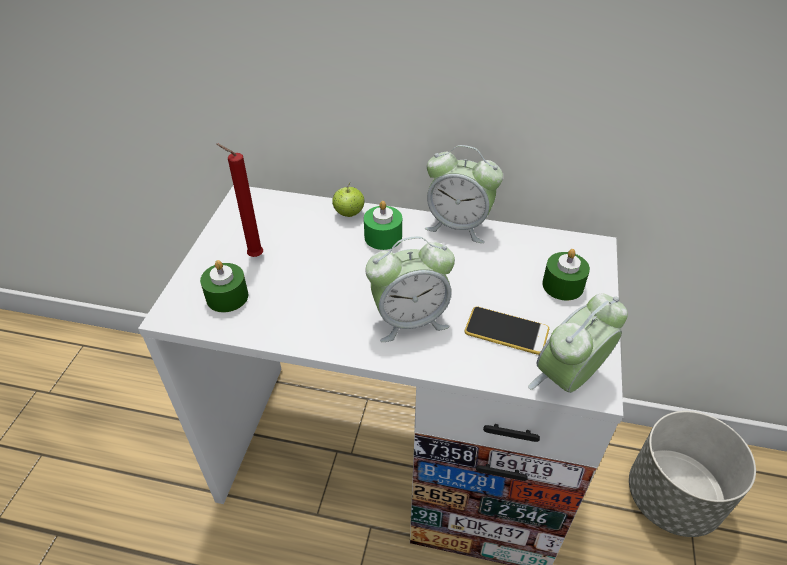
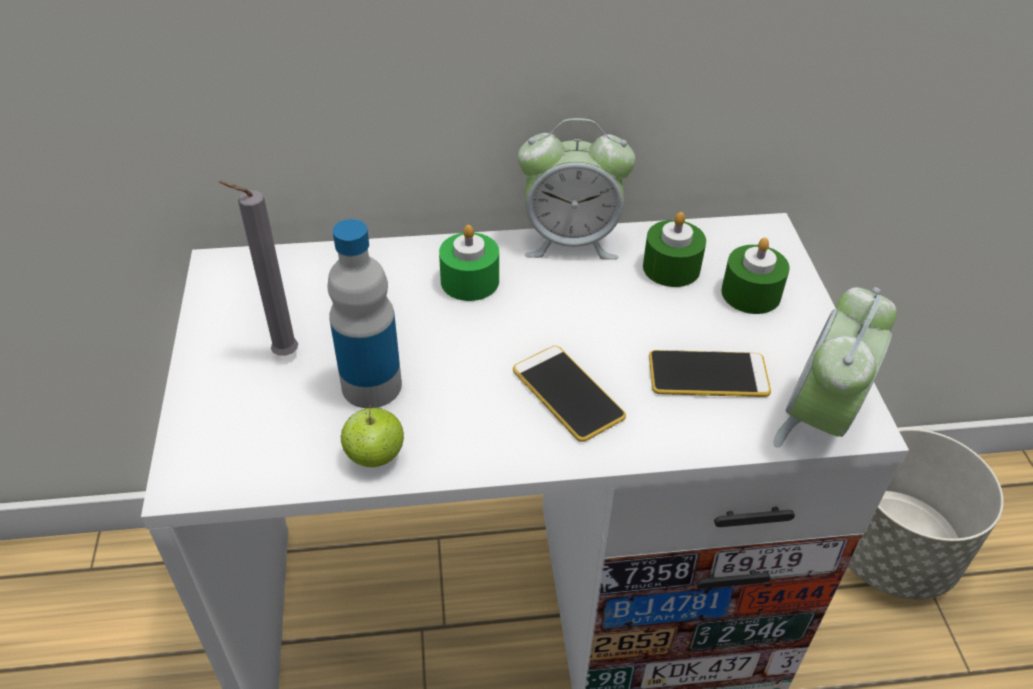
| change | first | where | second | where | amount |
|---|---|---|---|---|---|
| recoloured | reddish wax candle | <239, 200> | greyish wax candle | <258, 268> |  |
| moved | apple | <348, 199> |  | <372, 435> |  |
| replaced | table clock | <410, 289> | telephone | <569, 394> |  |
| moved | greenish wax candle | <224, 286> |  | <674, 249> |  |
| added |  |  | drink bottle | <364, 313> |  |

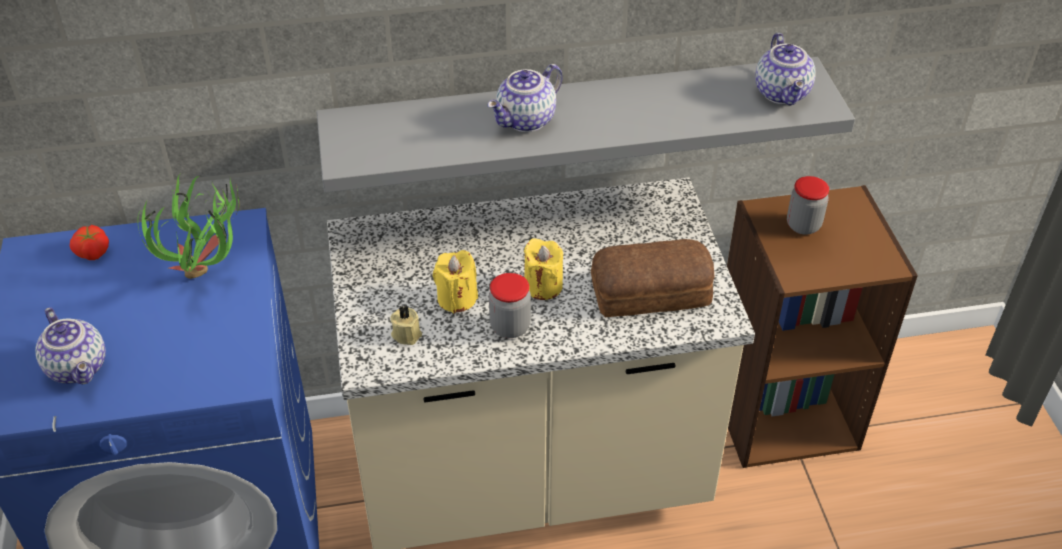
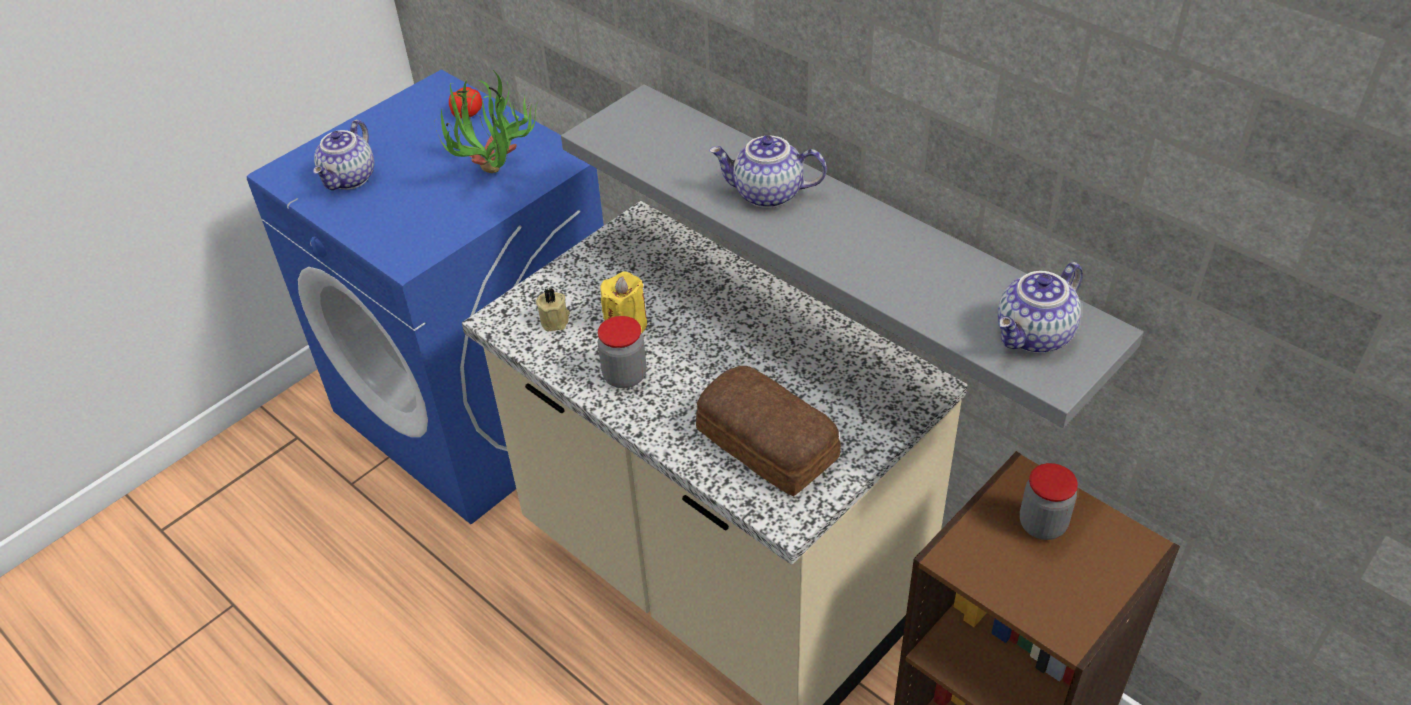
| change | first | where | second | where | amount |
|---|---|---|---|---|---|
| removed | yellow-coloured wax candle | <543, 269> |  |  |  |

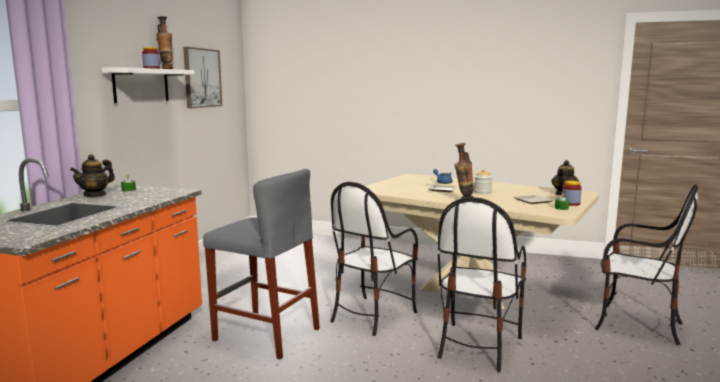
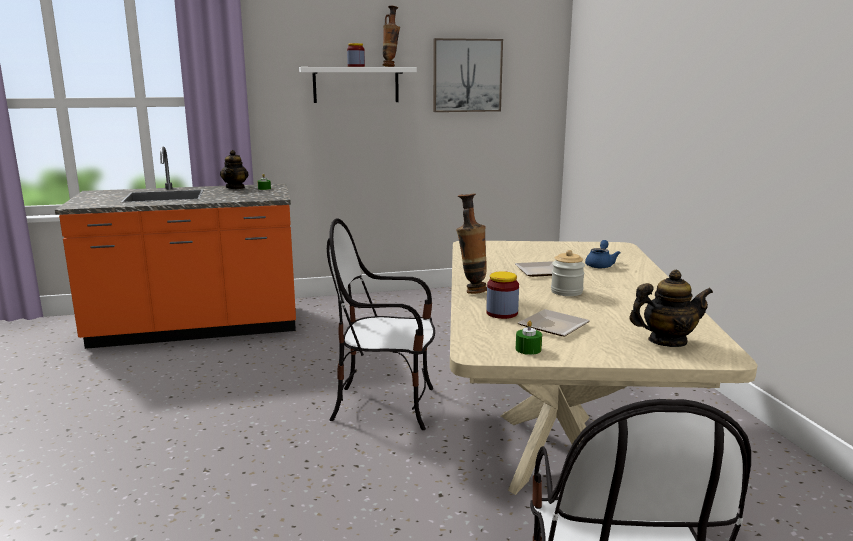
| change | first | where | second | where | amount |
|---|---|---|---|---|---|
| turned | teapot | <92, 175> |  | <234, 169> | 90 degrees counterclockwise |
| removed | greyish stool seat | <261, 264> |  |  |  |
| moved | preserve jar | <572, 193> |  | <502, 295> |  |
| removed | upright chair | <481, 284> |  |  |  |

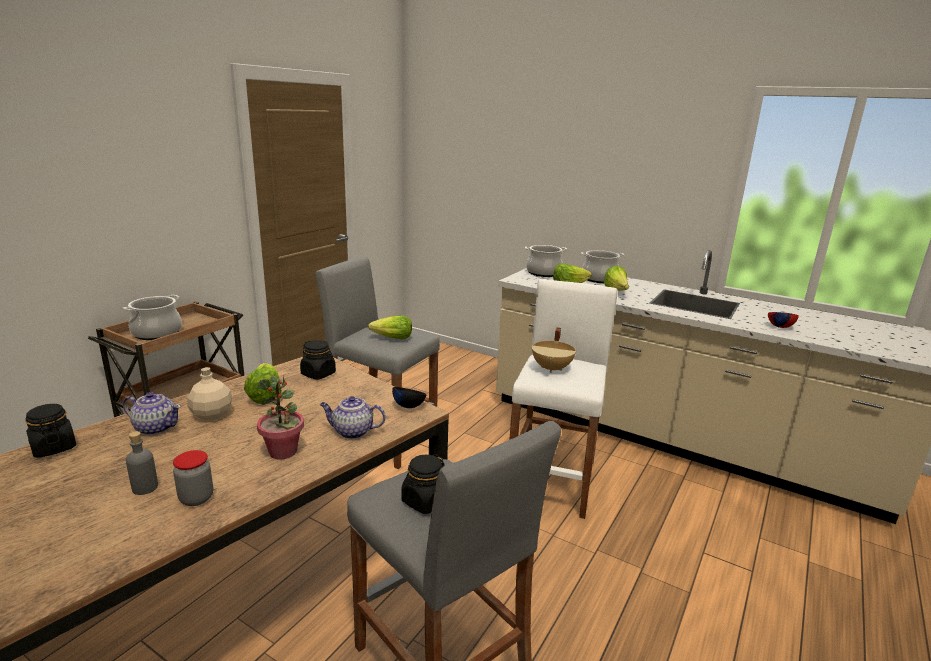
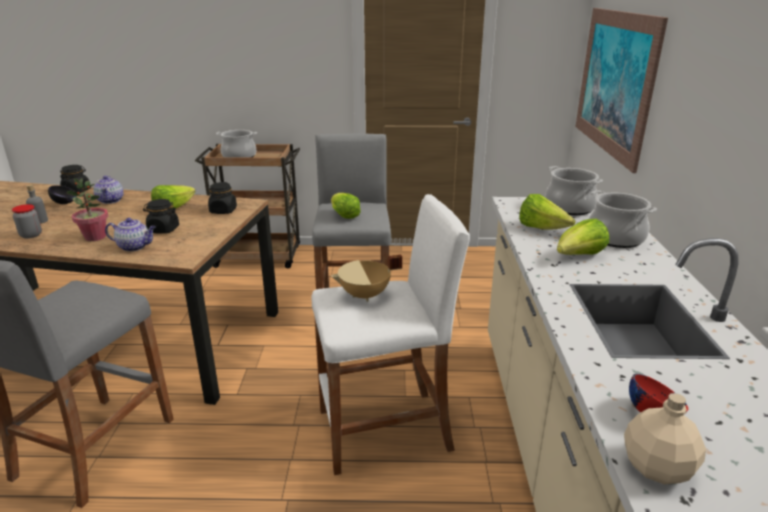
| change | first | where | second | where | amount |
|---|---|---|---|---|---|
| moved | beige-coloured drink bottle | <209, 394> |  | <665, 439> |  |
| moved | black deep dish | <409, 397> |  | <62, 194> |  |
| turned | teapot | <353, 417> |  | <130, 235> | 120 degrees clockwise |
| moved | black preserve jar | <423, 484> |  | <161, 216> |  |
| added |  |  | picture | <621, 90> |  |

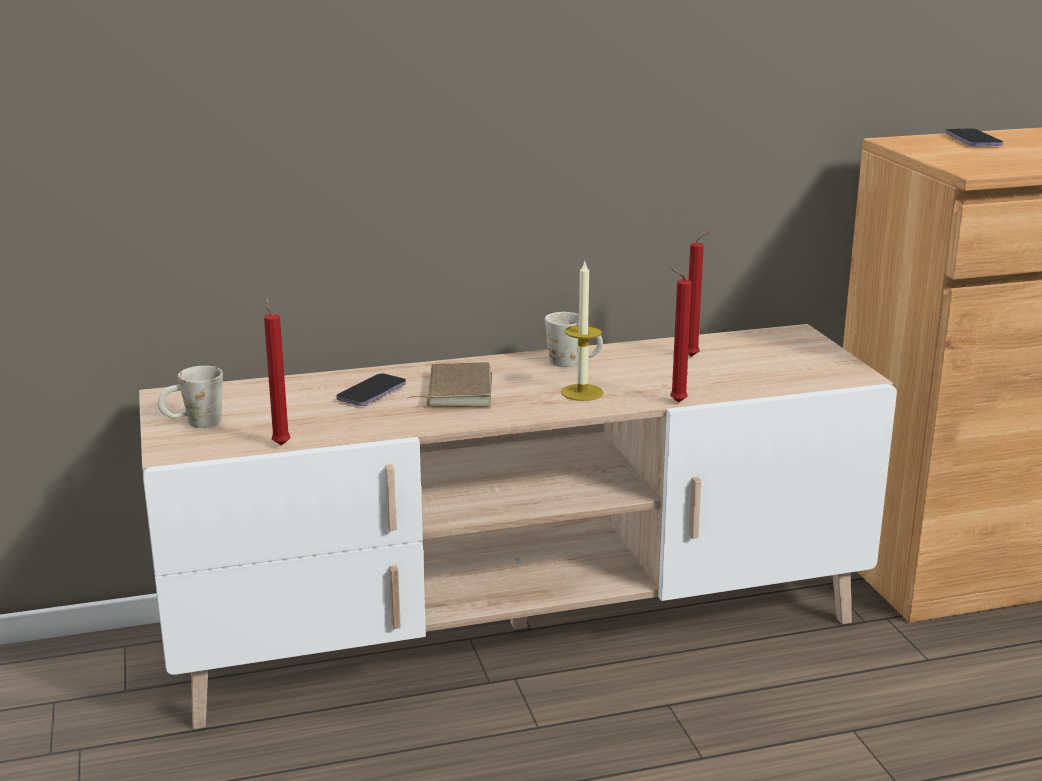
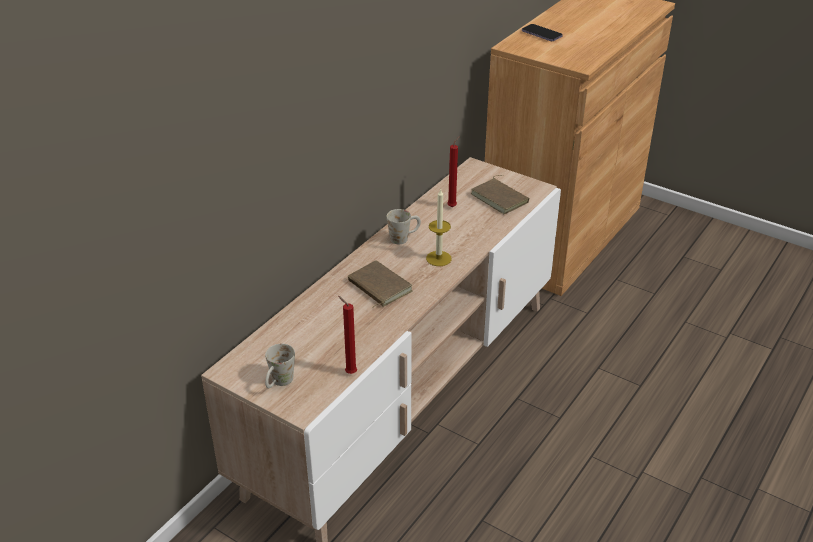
| change | first | where | second | where | amount |
|---|---|---|---|---|---|
| removed | reddish wax candle | <681, 335> |  |  |  |
| removed | telephone | <371, 389> |  |  |  |
| added |  |  | brown-coloured volume | <500, 194> |  |

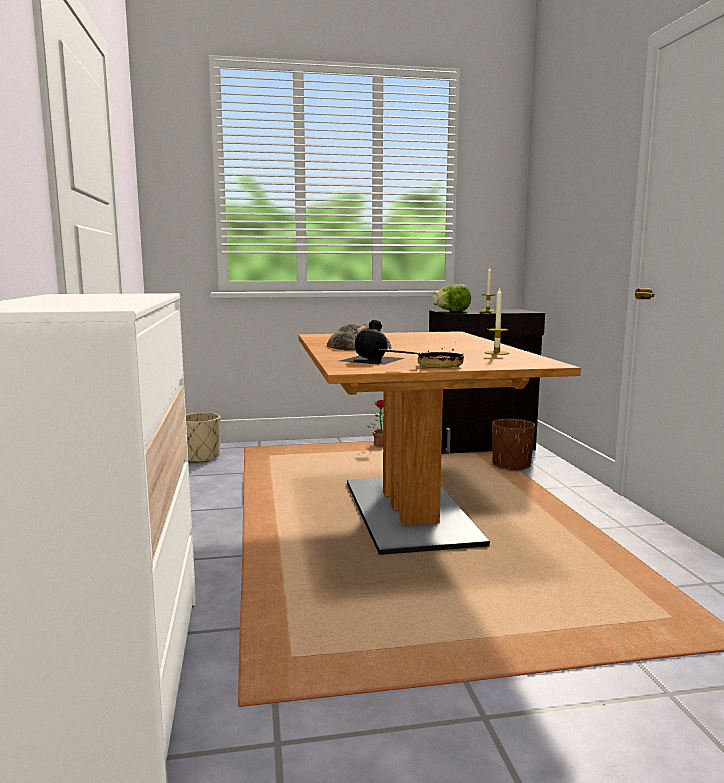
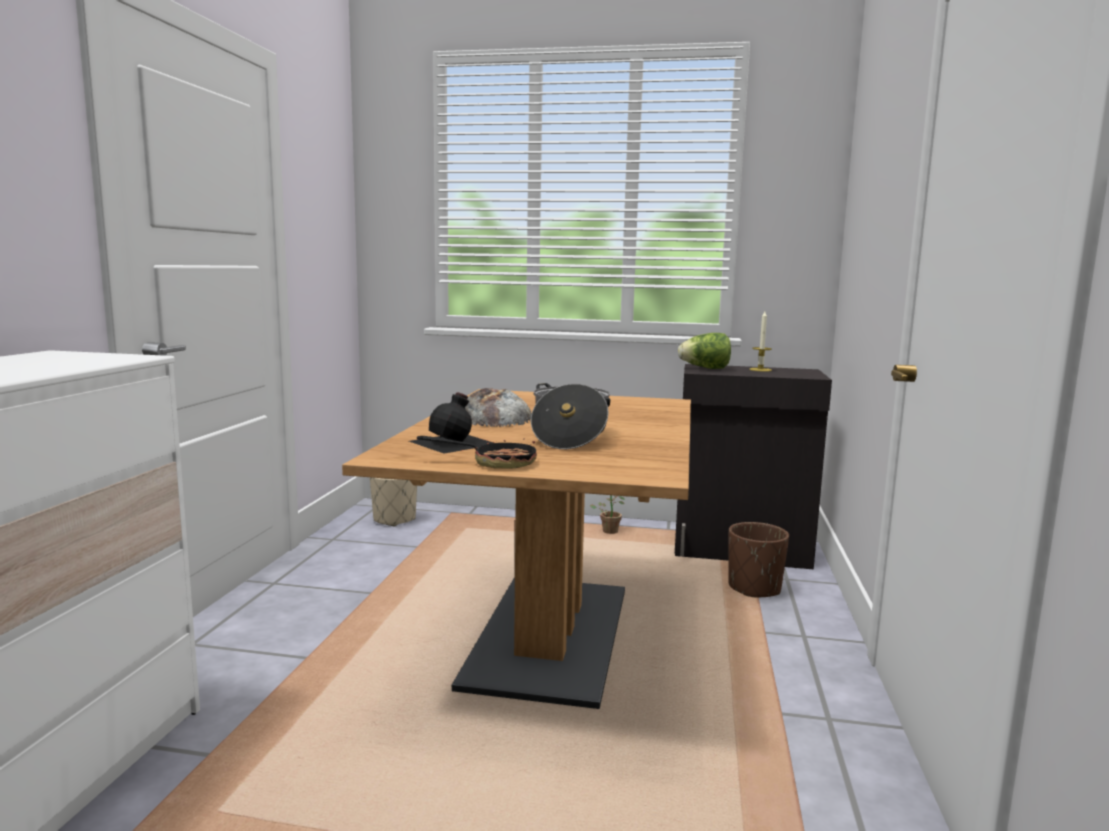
| change | first | where | second | where | amount |
|---|---|---|---|---|---|
| removed | wax candle | <497, 321> |  |  |  |
| added |  |  | stockpot | <570, 416> |  |

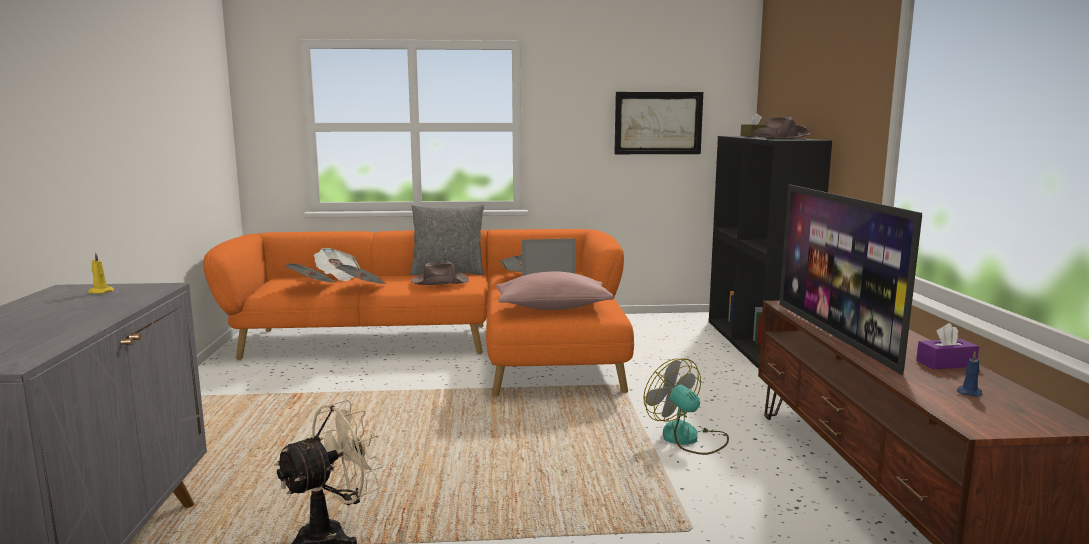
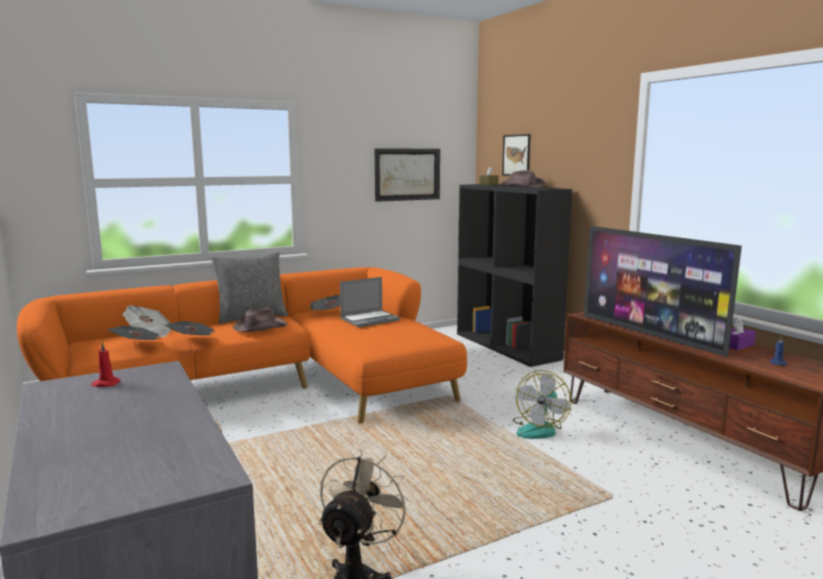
| change | first | where | second | where | amount |
|---|---|---|---|---|---|
| recoloured | yellow-coloured wax candle | <101, 273> | reddish wax candle | <106, 364> |  |
| removed | pink-coloured throw pillow | <555, 290> |  |  |  |
| turned | cooling fan | <686, 407> |  | <542, 404> | 90 degrees counterclockwise |
| added |  |  | picture | <516, 155> |  |

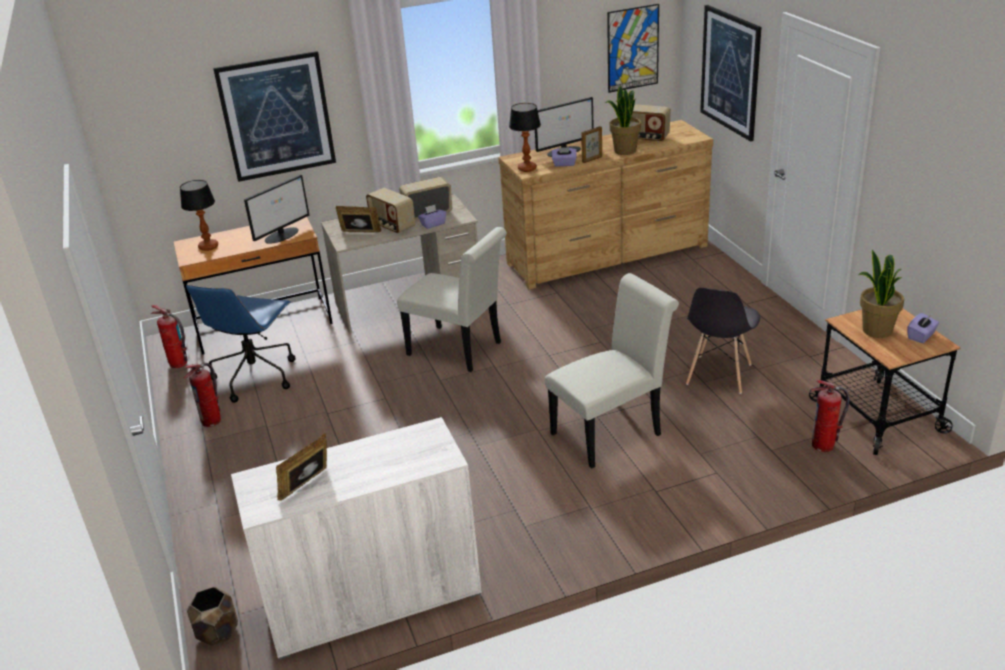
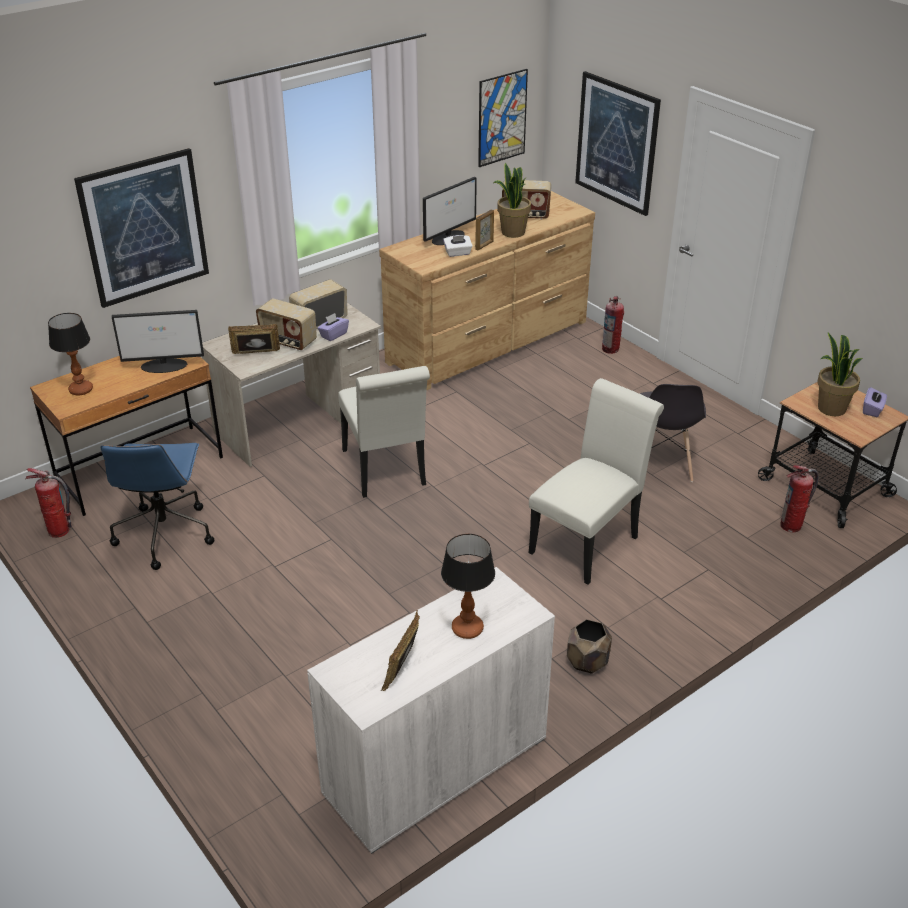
| change | first | where | second | where | amount |
|---|---|---|---|---|---|
| moved | tabletop lamp | <525, 137> |  | <468, 586> |  |
| recoloured | purple box of tissues | <564, 157> | whitish box of tissues | <458, 246> |  |
| turned | monitor | <276, 209> |  | <157, 341> | 60 degrees clockwise |
| turned | whitish upright chair | <452, 299> |  | <384, 432> | 60 degrees clockwise |
| moved | fire-fighting cylinder | <202, 395> |  | <613, 325> |  |
| moved | brown-coloured flower pot | <212, 616> |  | <589, 646> |  |

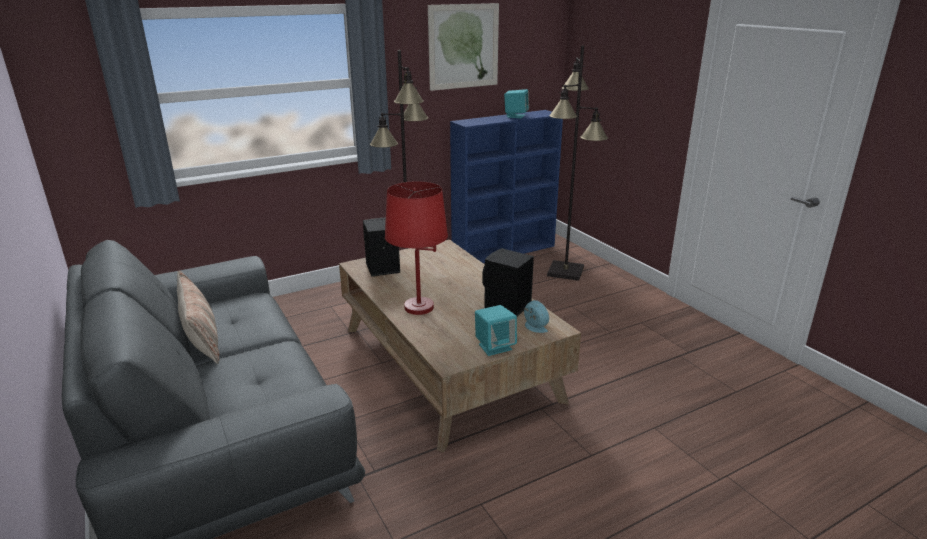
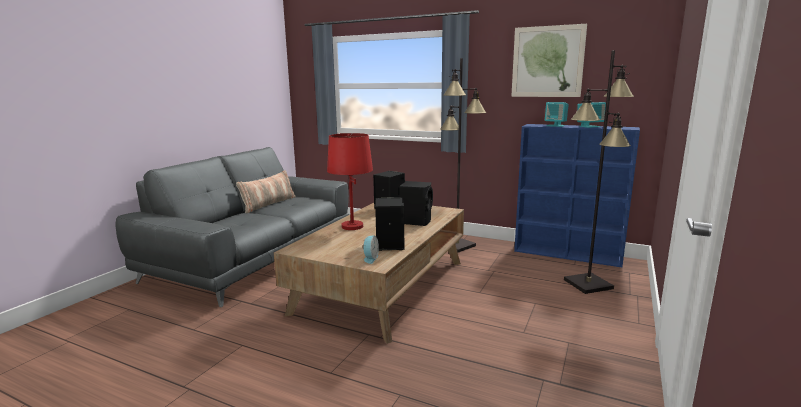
| change | first | where | second | where | amount |
|---|---|---|---|---|---|
| moved | turquoise speaker | <496, 330> |  | <557, 114> |  |
| added |  |  | black speaker | <416, 203> |  |

